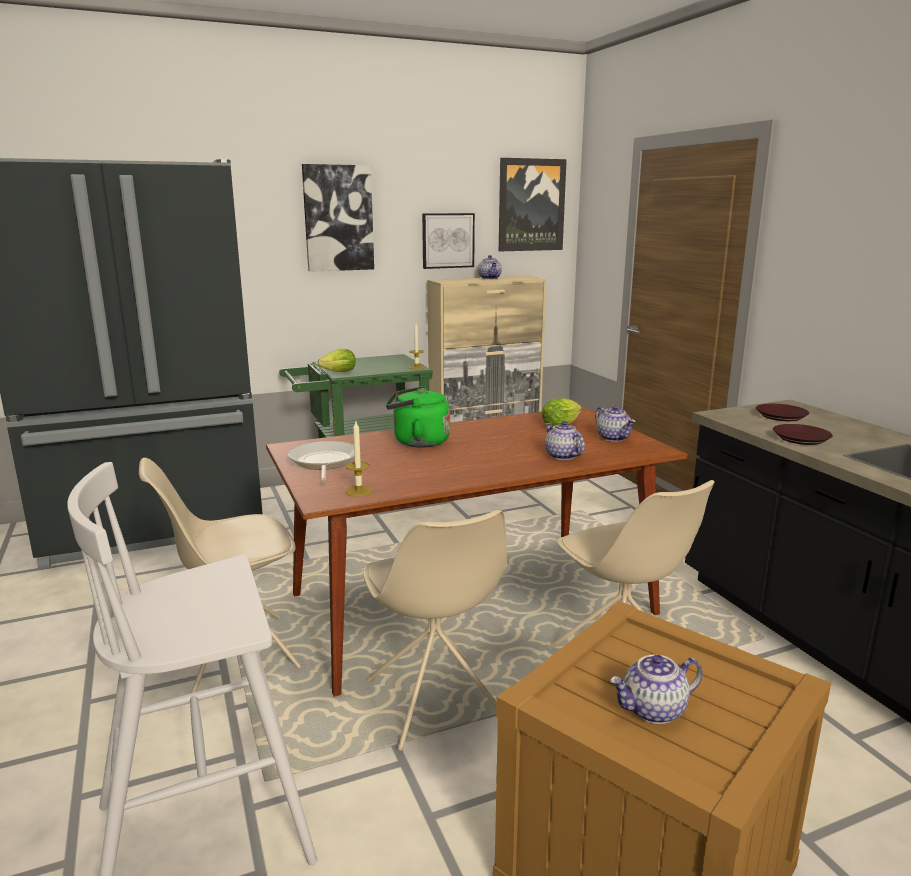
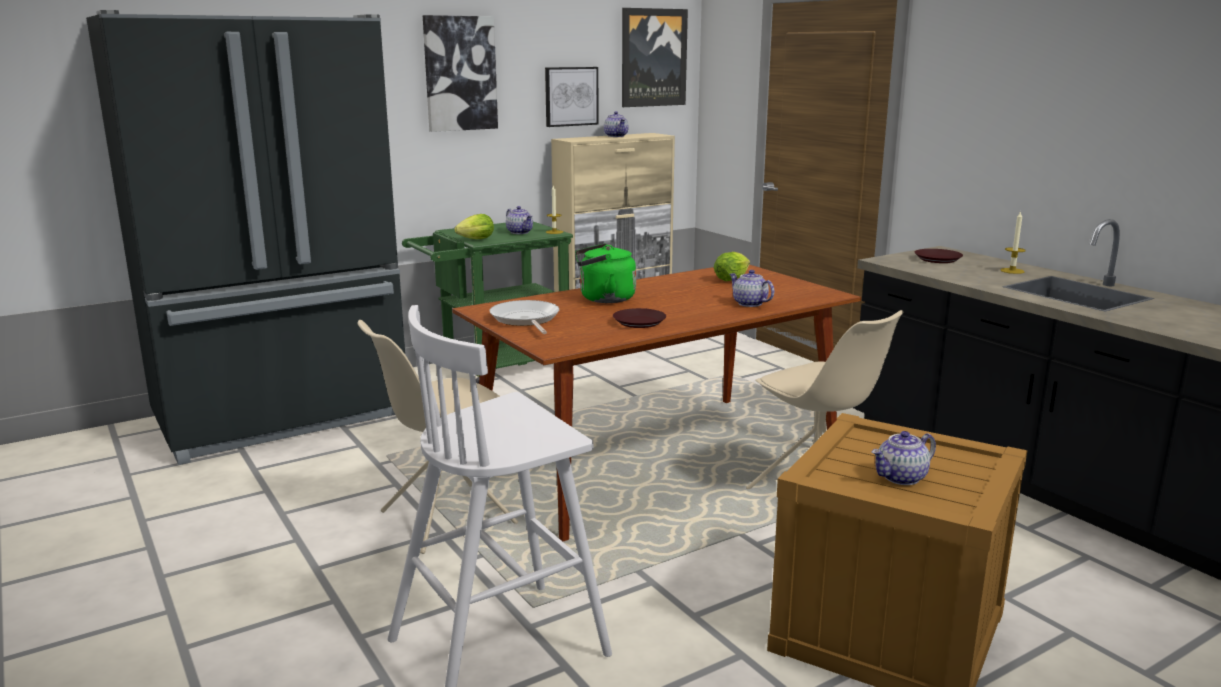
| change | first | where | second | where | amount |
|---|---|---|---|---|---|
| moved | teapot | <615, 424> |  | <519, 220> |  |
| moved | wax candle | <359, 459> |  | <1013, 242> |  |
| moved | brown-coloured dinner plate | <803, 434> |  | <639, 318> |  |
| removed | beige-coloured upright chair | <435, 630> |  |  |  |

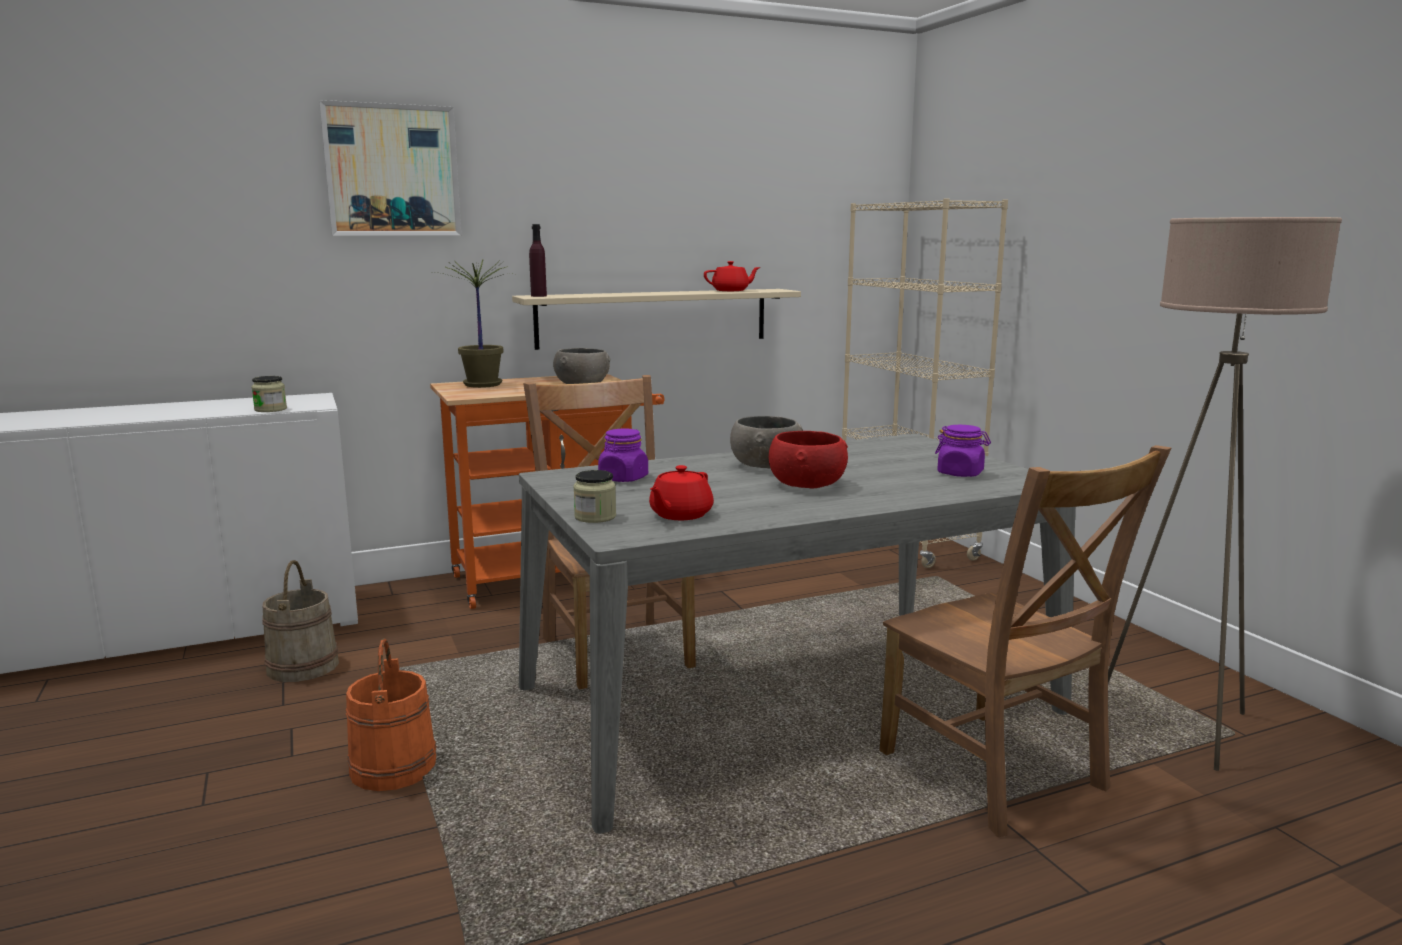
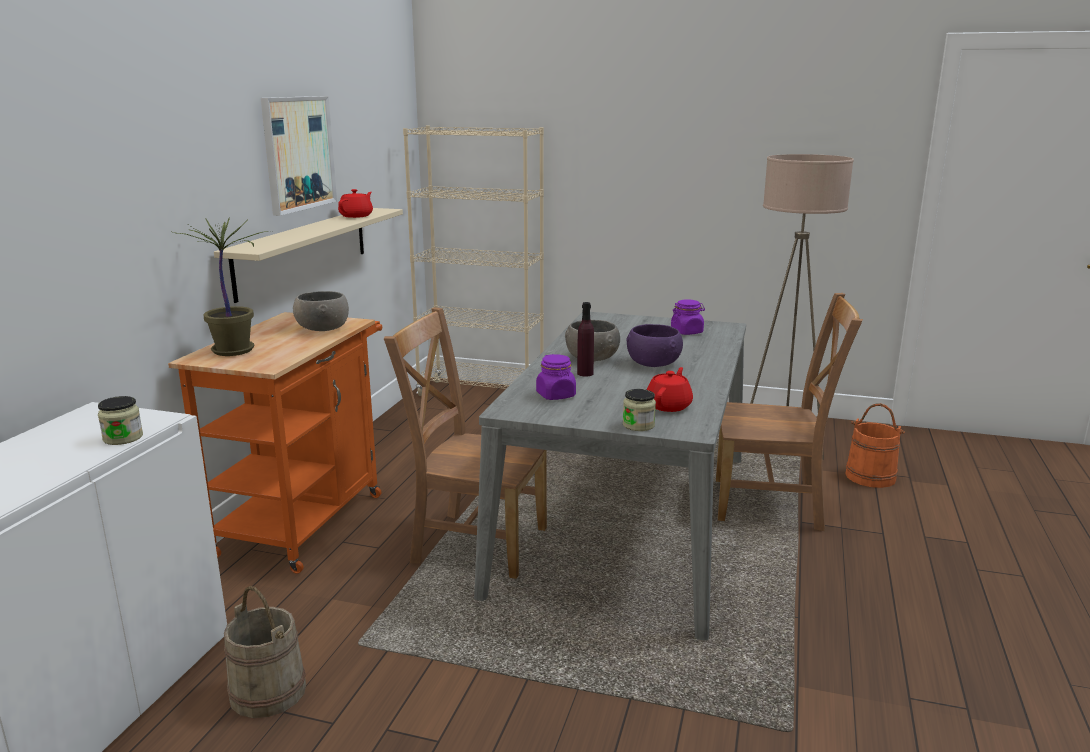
| change | first | where | second | where | amount |
|---|---|---|---|---|---|
| moved | picture | <390, 168> |  | <299, 156> |  |
| moved | purple drink bottle | <538, 260> |  | <585, 339> |  |
| recoloured | reddish deep dish | <808, 459> | purple deep dish | <654, 345> |  |
| turned | reddish teapot | <681, 492> |  | <670, 389> | 135 degrees counterclockwise |
| moved | orangey pail | <391, 714> |  | <875, 445> |  |

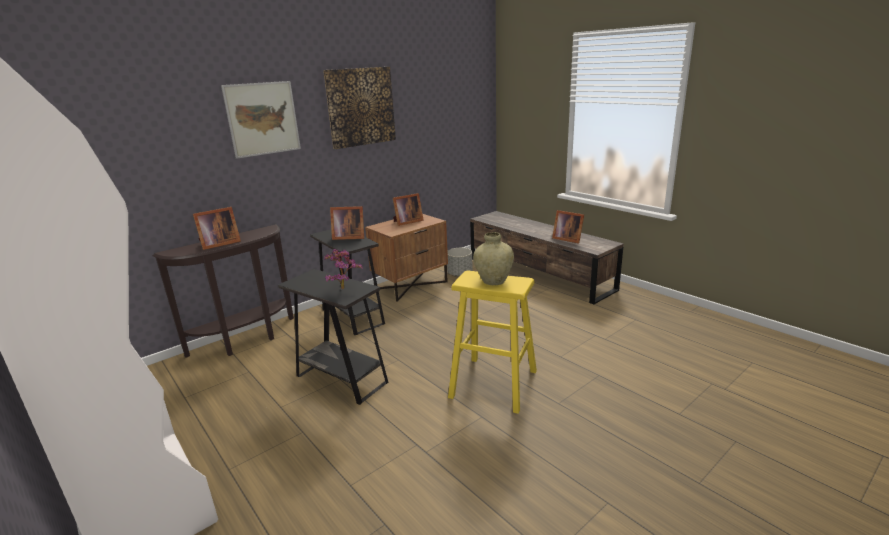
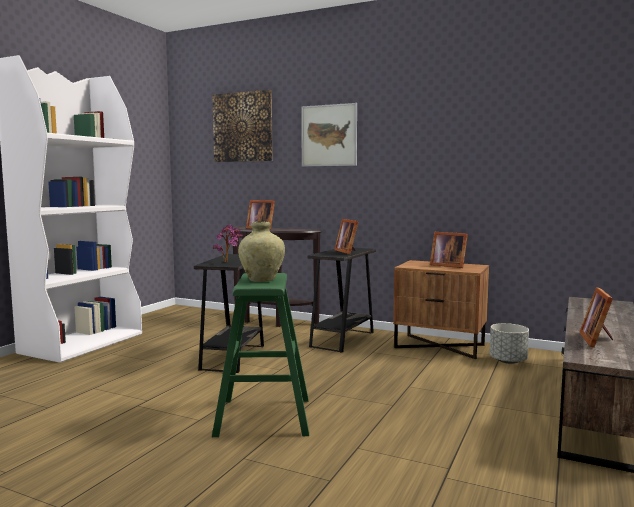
| change | first | where | second | where | amount |
|---|---|---|---|---|---|
| moved | picture | <359, 108> |  | <243, 126> |  |
| recoloured | yellow-coloured stool seat | <492, 342> | greenish stool seat | <260, 355> |  |

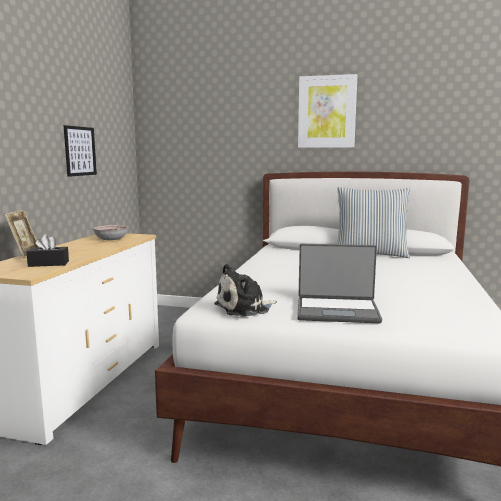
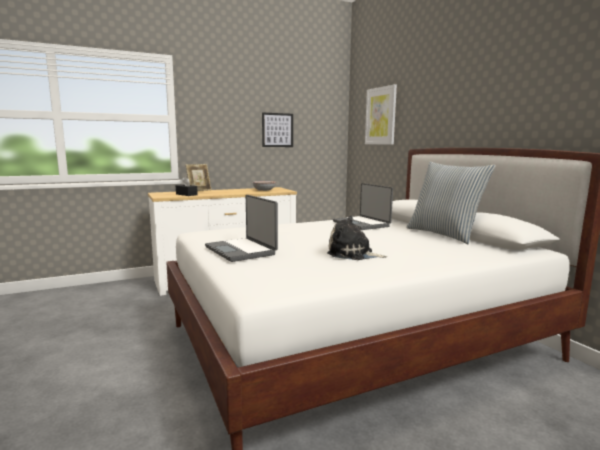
| change | first | where | second | where | amount |
|---|---|---|---|---|---|
| moved | picture | <327, 111> |  | <381, 114> |  |
| moved | cuddly toy | <245, 290> |  | <357, 237> |  |
| added |  |  | laptop | <363, 206> |  |

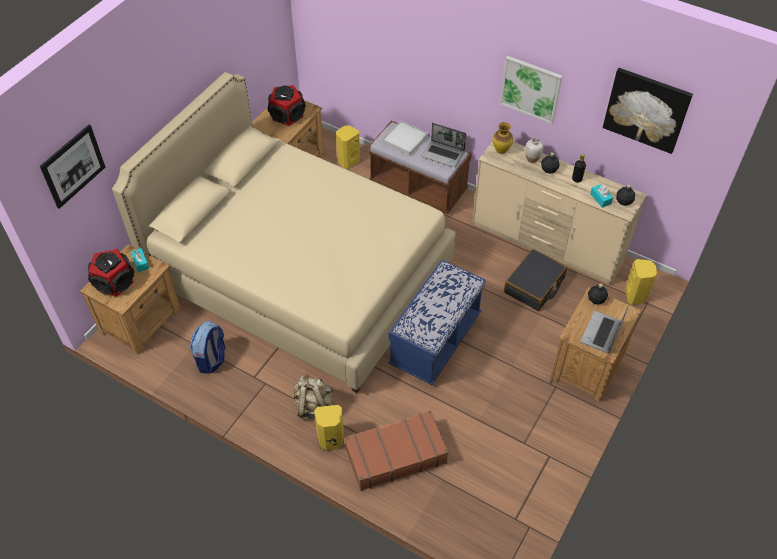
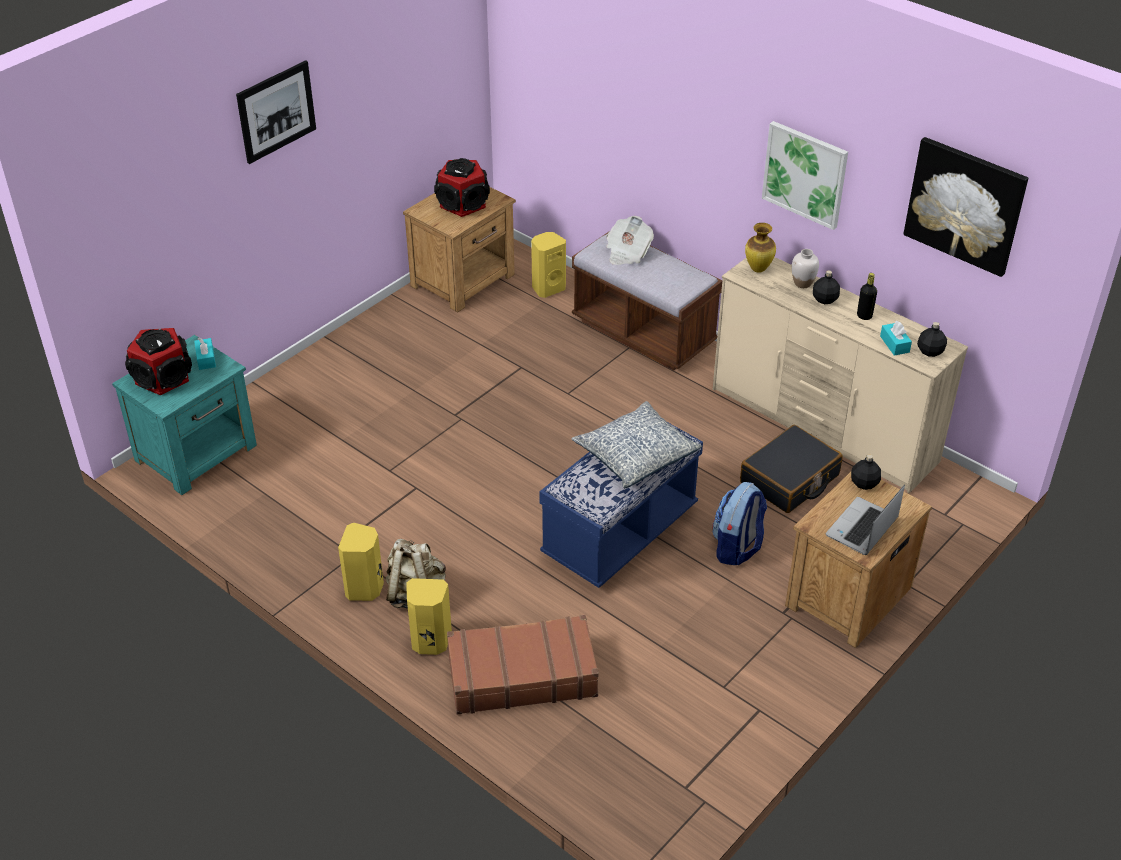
| change | first | where | second | where | amount |
|---|---|---|---|---|---|
| removed | beige-coloured bedroom bed | <284, 232> |  |  |  |
| replaced | whitish serving tray | <405, 138> | newspaper | <630, 240> |  |
| removed | laptop | <444, 145> |  |  |  |
| moved | picture | <72, 166> |  | <276, 112> |  |
| recoloured | brown-coloured night table | <130, 299> | turquoise night table | <184, 415> |  |
| moved | yellow-coloured speaker | <641, 282> |  | <361, 562> |  |
| moved | rucksack | <207, 347> |  | <739, 523> |  |
| added |  |  | throw pillow | <637, 444> |  |

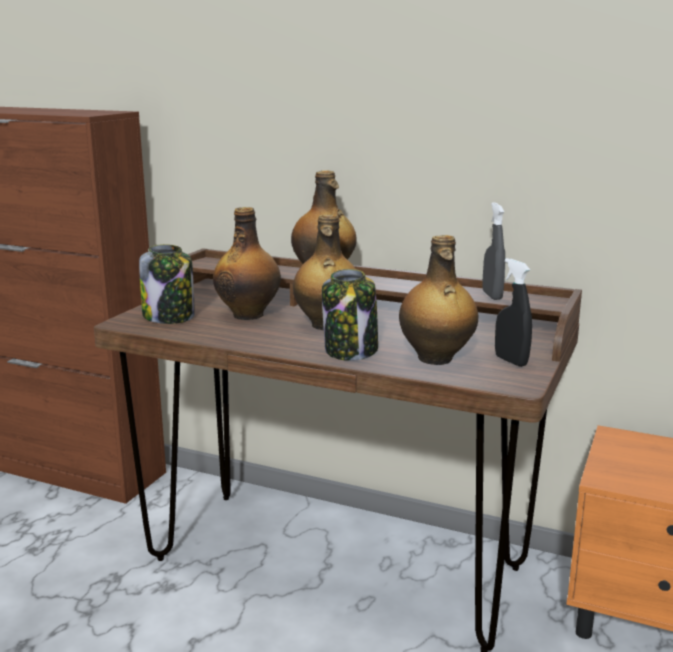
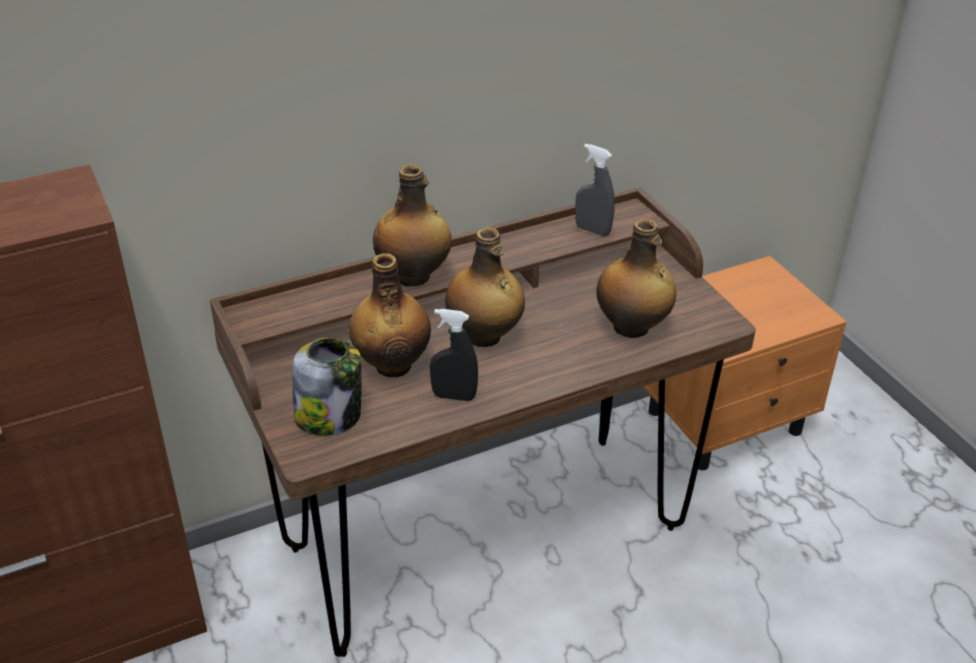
| change | first | where | second | where | amount |
|---|---|---|---|---|---|
| moved | black hand sprayer | <513, 312> |  | <454, 355> |  |
| removed | preserve jar | <350, 315> |  |  |  |

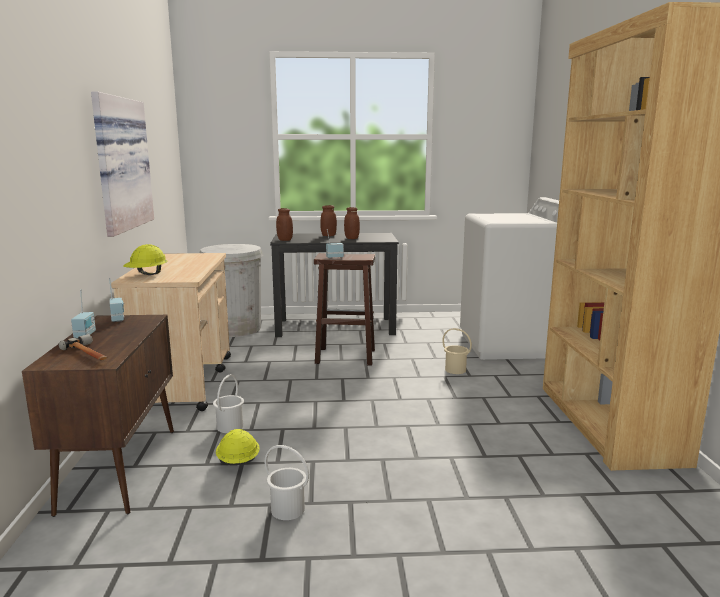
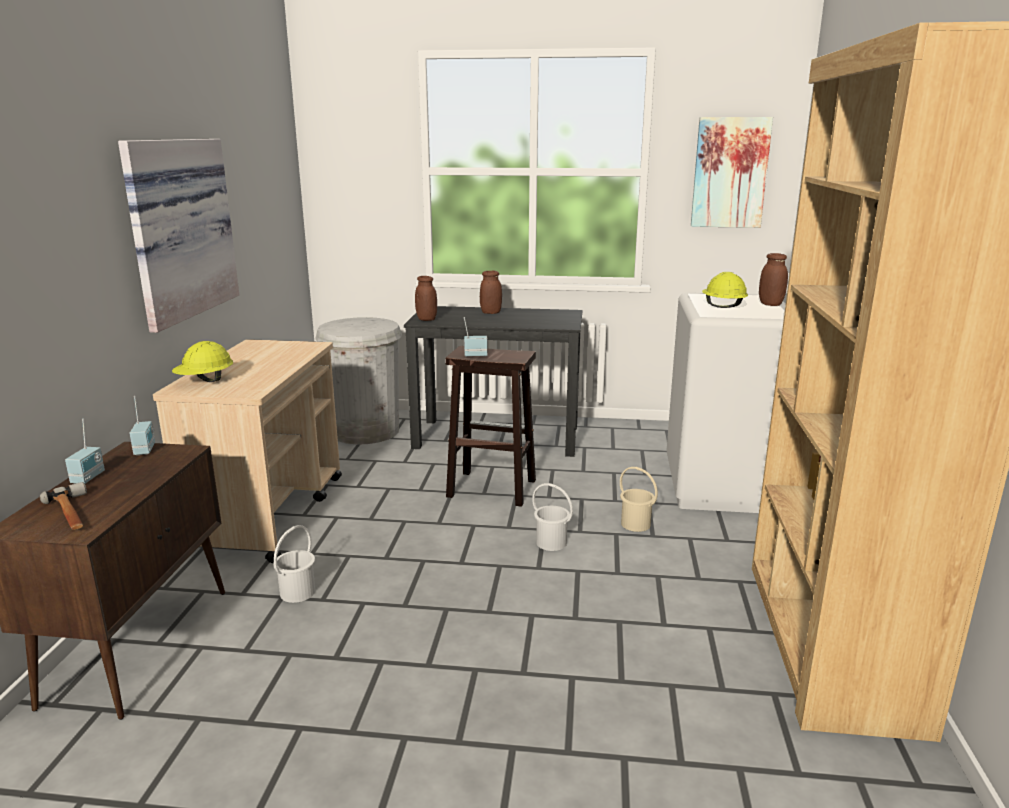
| change | first | where | second | where | amount |
|---|---|---|---|---|---|
| moved | brown-coloured preserve jar | <352, 223> |  | <773, 279> |  |
| moved | yellow-coloured hard hat | <238, 447> |  | <725, 290> |  |
| moved | whitish pail | <287, 482> |  | <552, 517> |  |
| added |  |  | picture | <732, 172> |  |

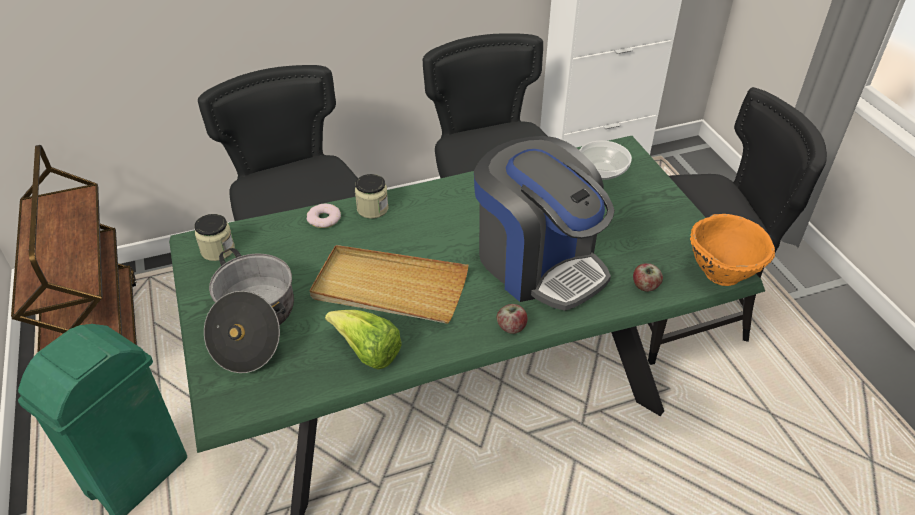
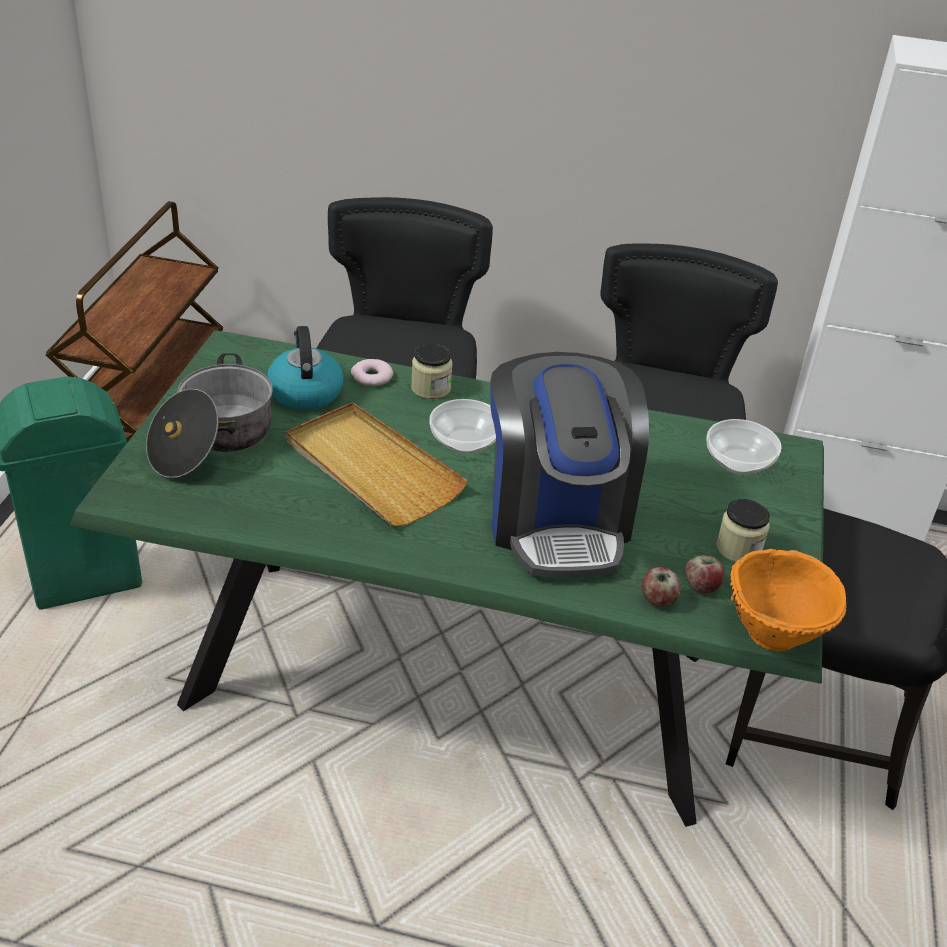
| change | first | where | second | where | amount |
|---|---|---|---|---|---|
| moved | preserve jar | <214, 237> |  | <743, 530> |  |
| moved | apple | <512, 319> |  | <704, 574> |  |
| removed | lettuce | <363, 340> |  |  |  |
| added |  |  | water kettle | <305, 368> |  |
| added |  |  | deep dish | <463, 426> |  |

